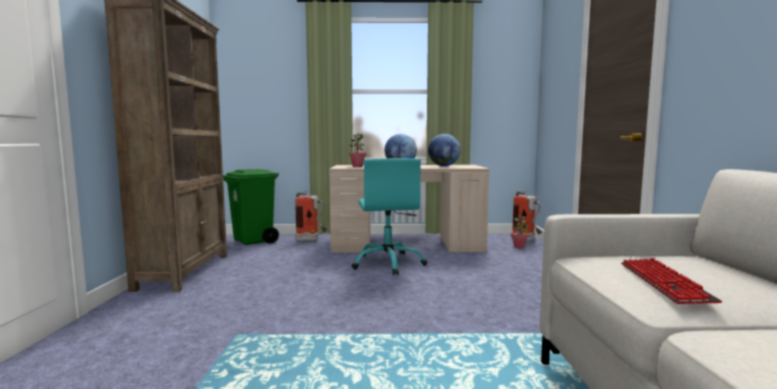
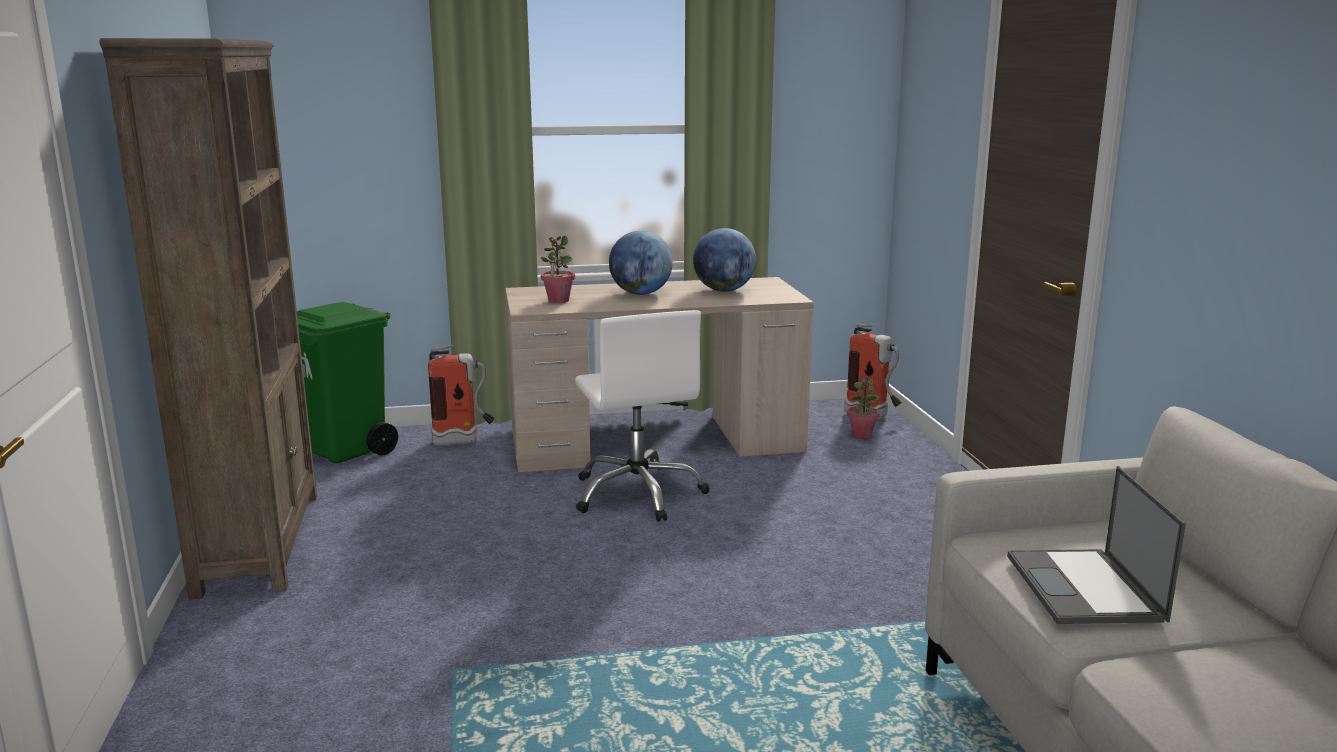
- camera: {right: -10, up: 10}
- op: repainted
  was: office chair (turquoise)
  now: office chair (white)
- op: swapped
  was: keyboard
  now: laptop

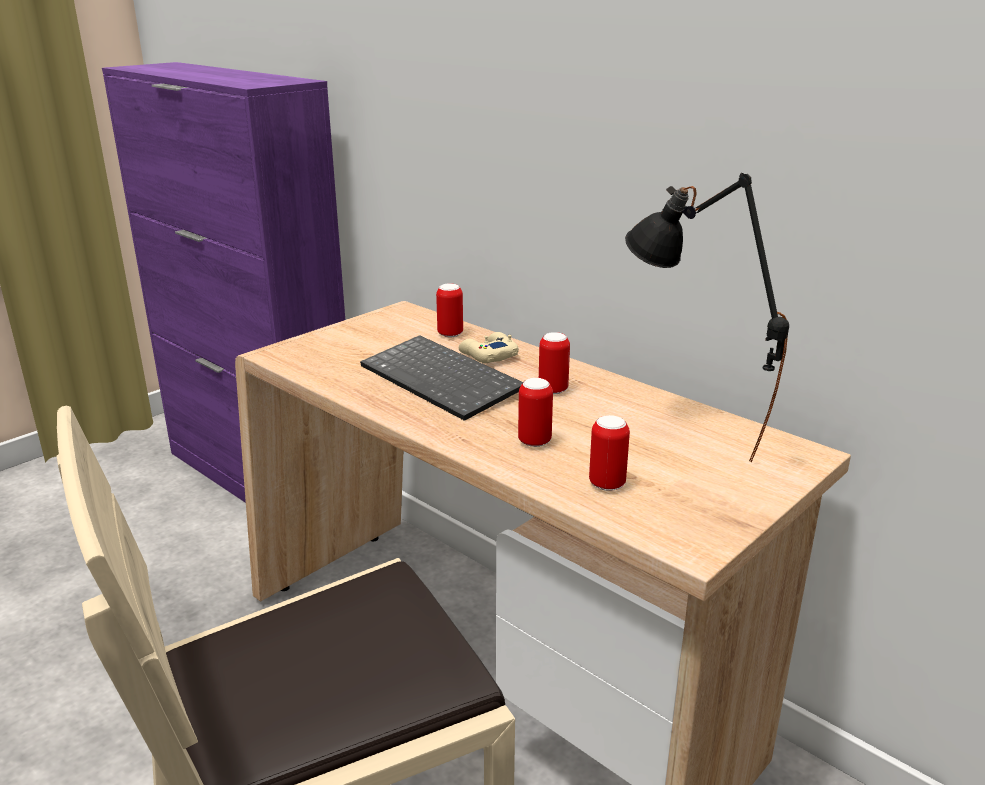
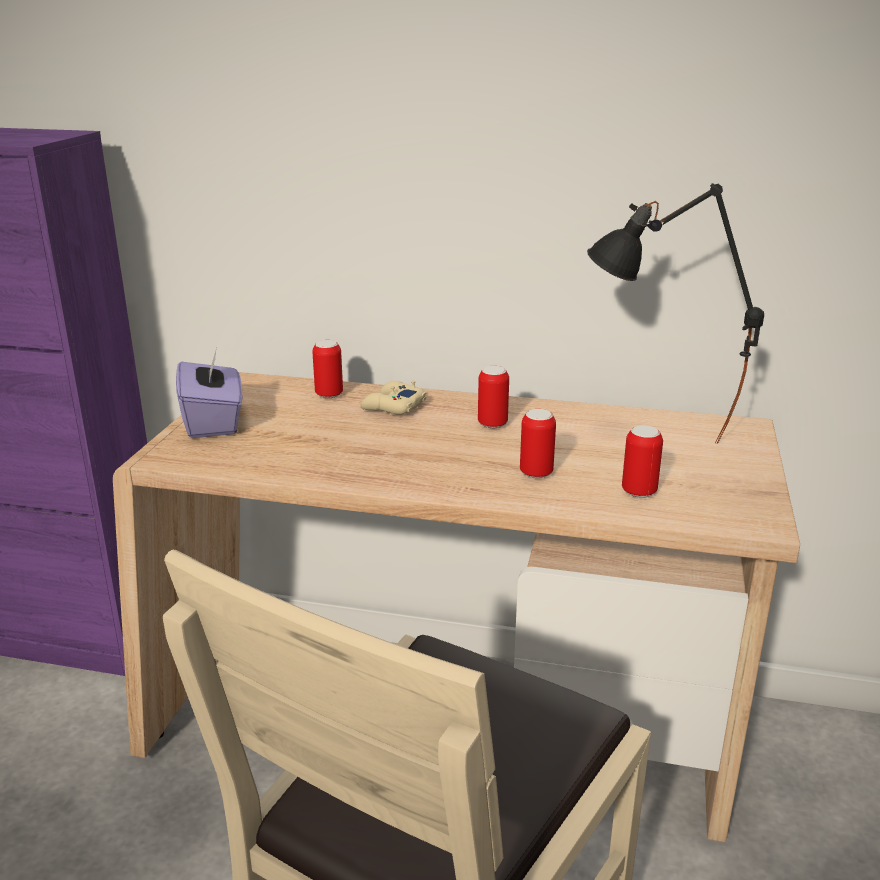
- camera: {right: -30, up: 0}
- op: gone
  was: keyboard
- op: new
  now: tissue box (purple)

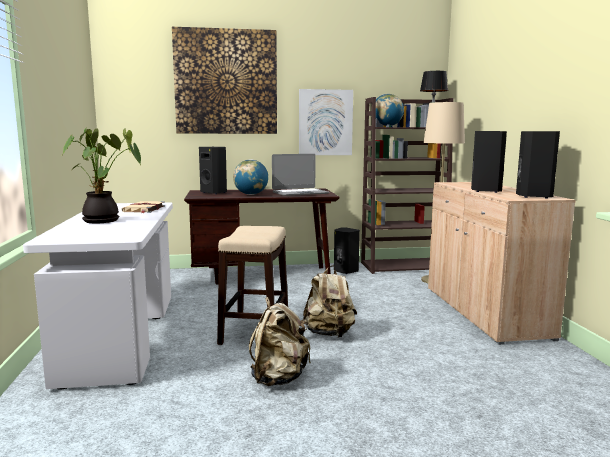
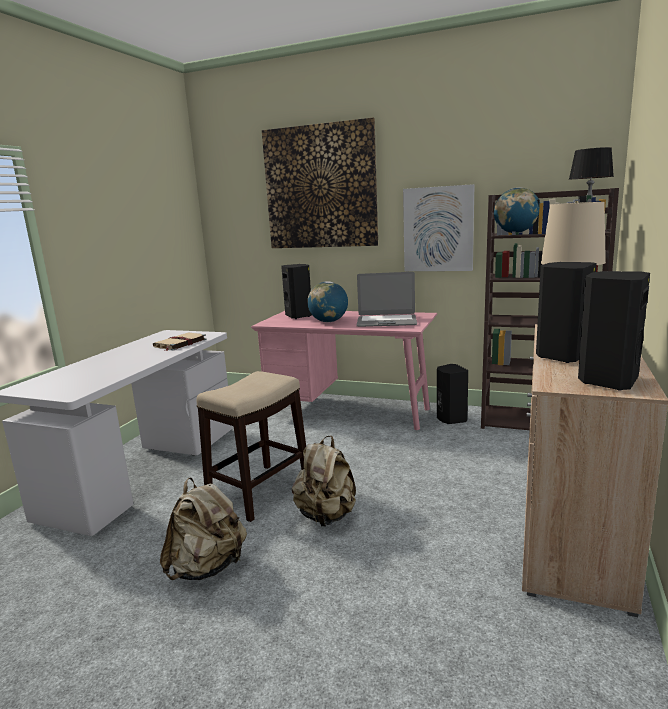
- camera: {right: 30, up: 5}
- op: gone
  was: potted plant
- op: repainted
  was: desk (brown)
  now: desk (pink)

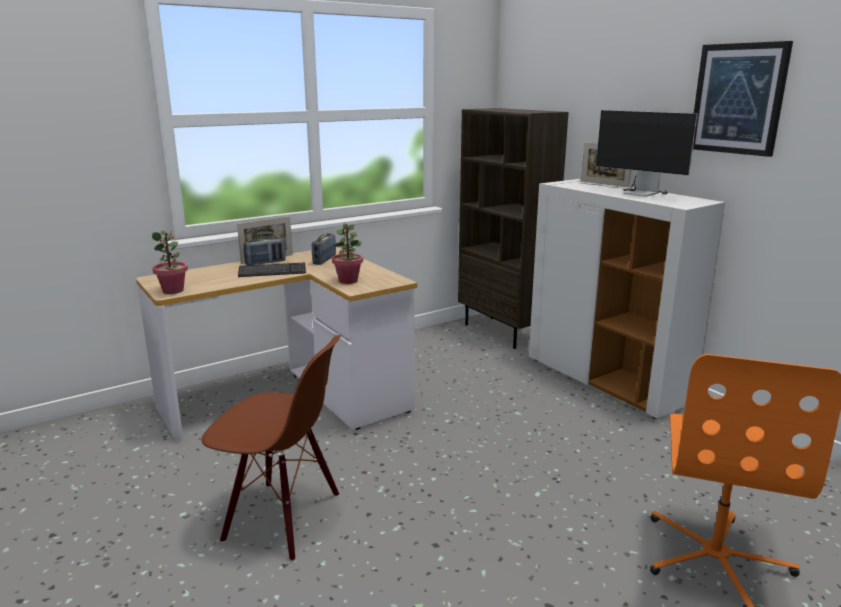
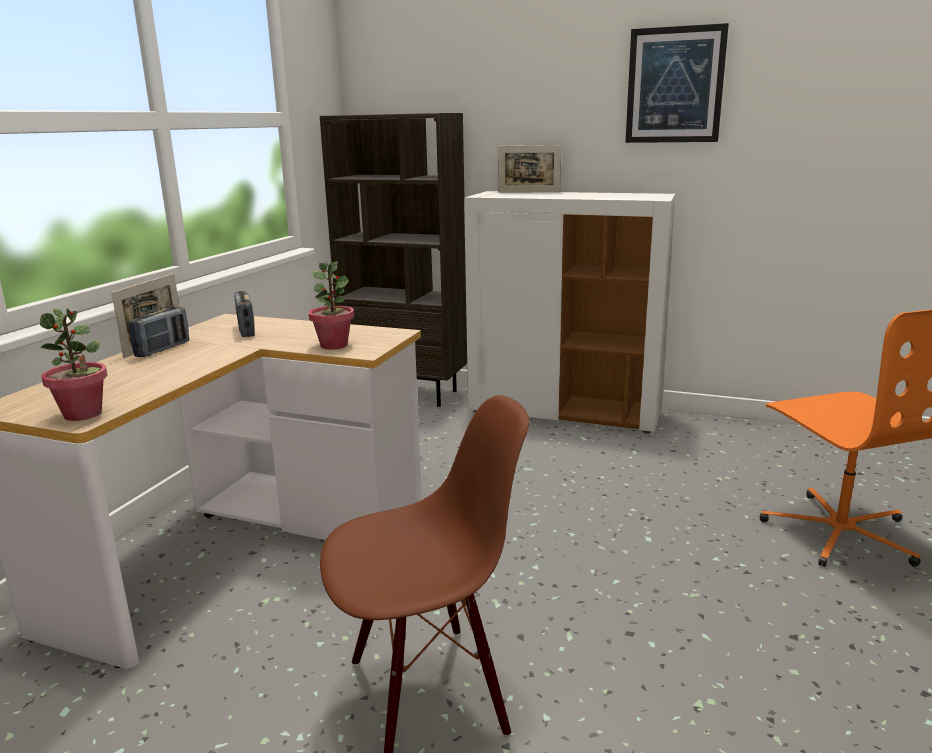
- camera: {right: -35, up: 0}
- op: gone
  was: keyboard
- op: gone
  was: monitor

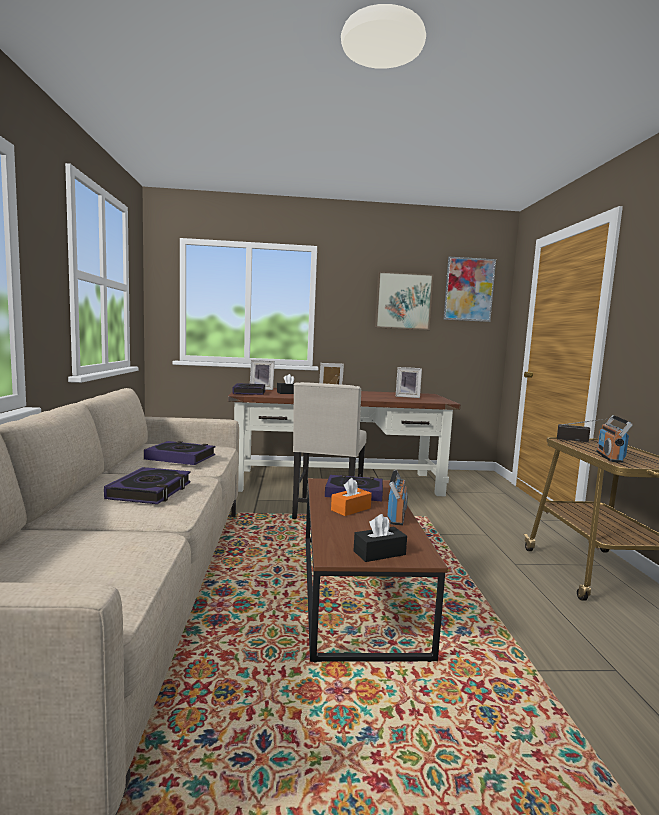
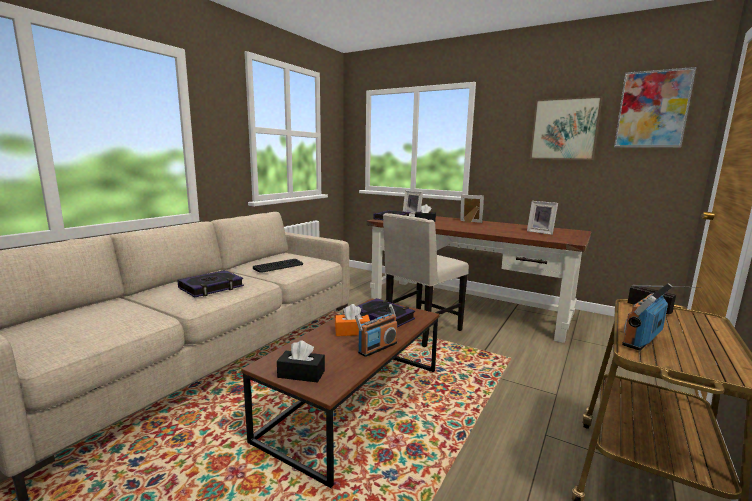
- camera: {right: 35, up: 5}
- op: swapped
  was: book (no. 2 from left)
  now: keyboard

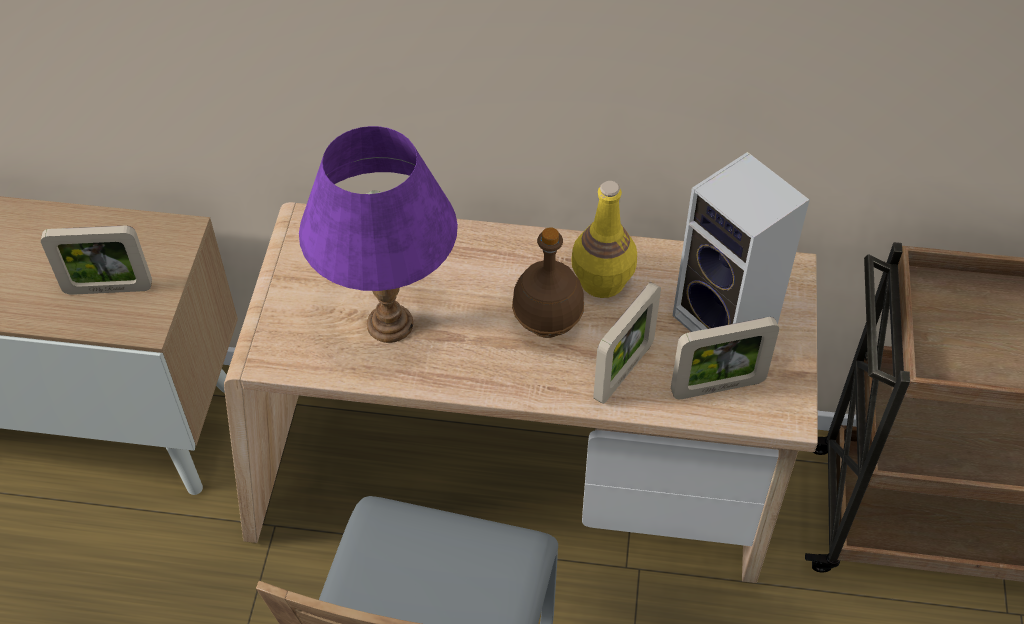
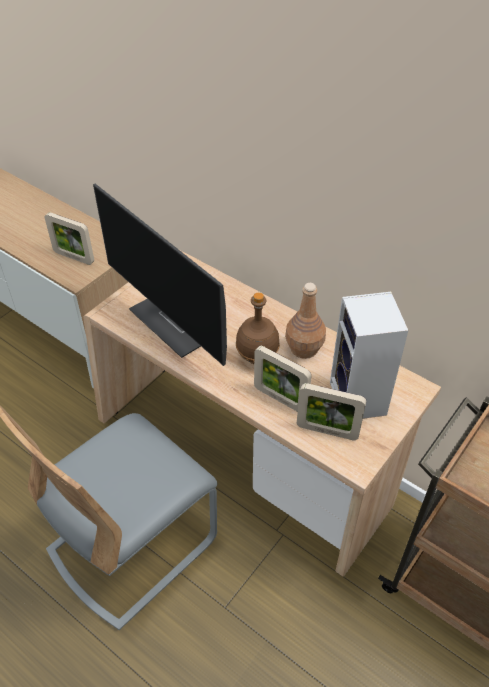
- camera: {right: 30, up: -5}
- op: swapped
  was: table lamp (purple)
  now: monitor
- op: repainted
  was: bottle (yellow)
  now: bottle (brown) (no. 2 from left)
- op: rotated
  was: picture frame (no. 2 from left)
  clockwise: 60

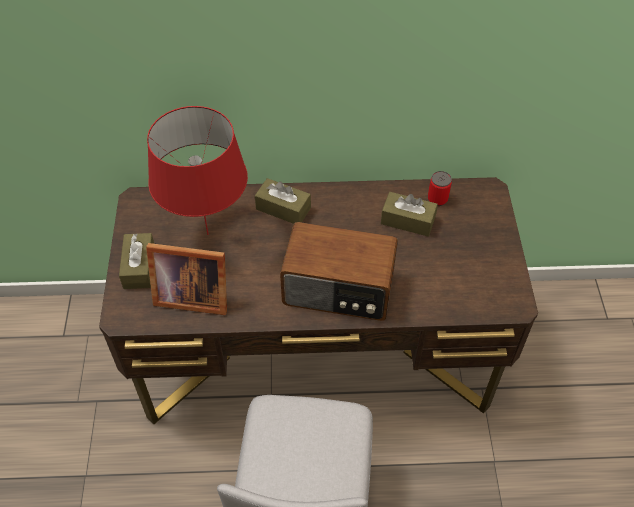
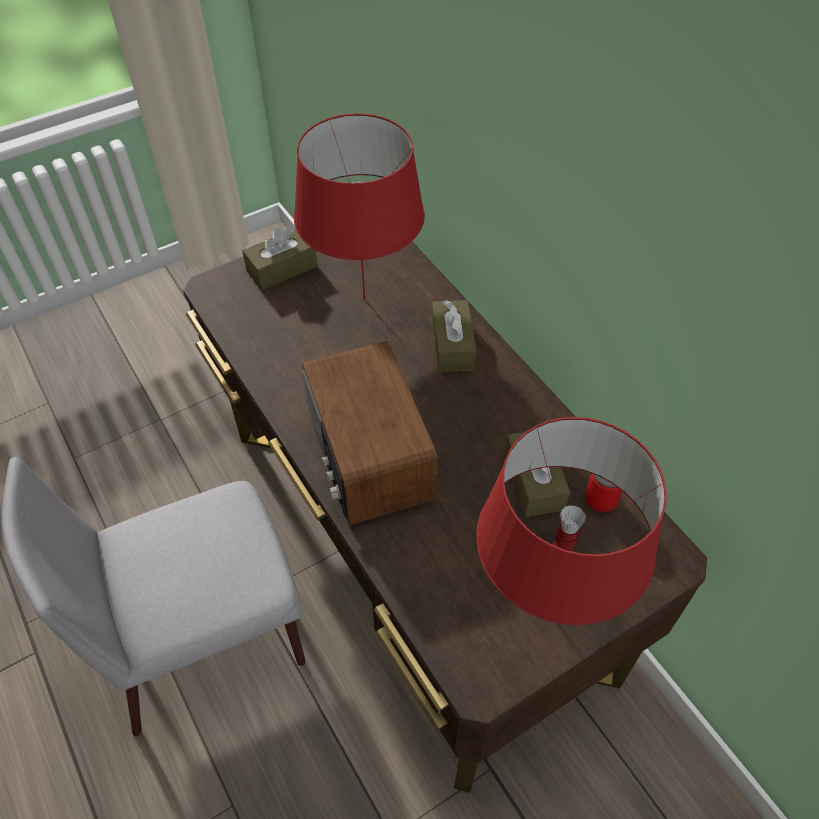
- camera: {right: 60, up: 0}
- op: gone
  was: picture frame
- op: new
  now: table lamp (red) (no. 2 from left)

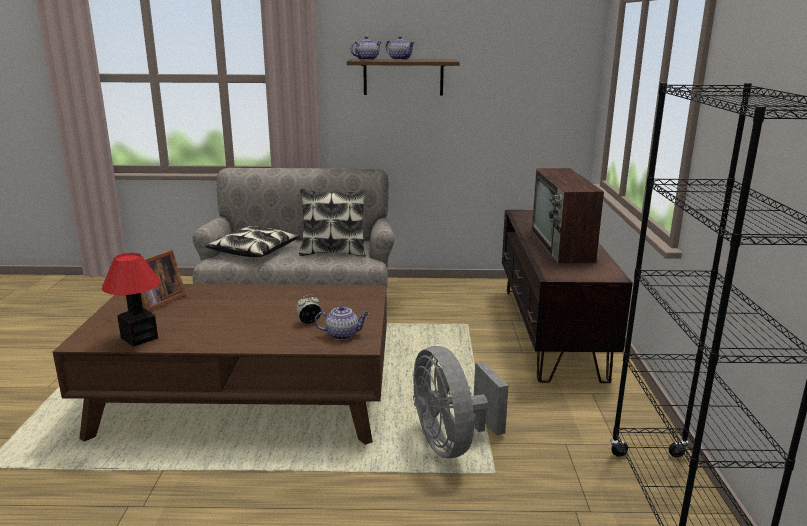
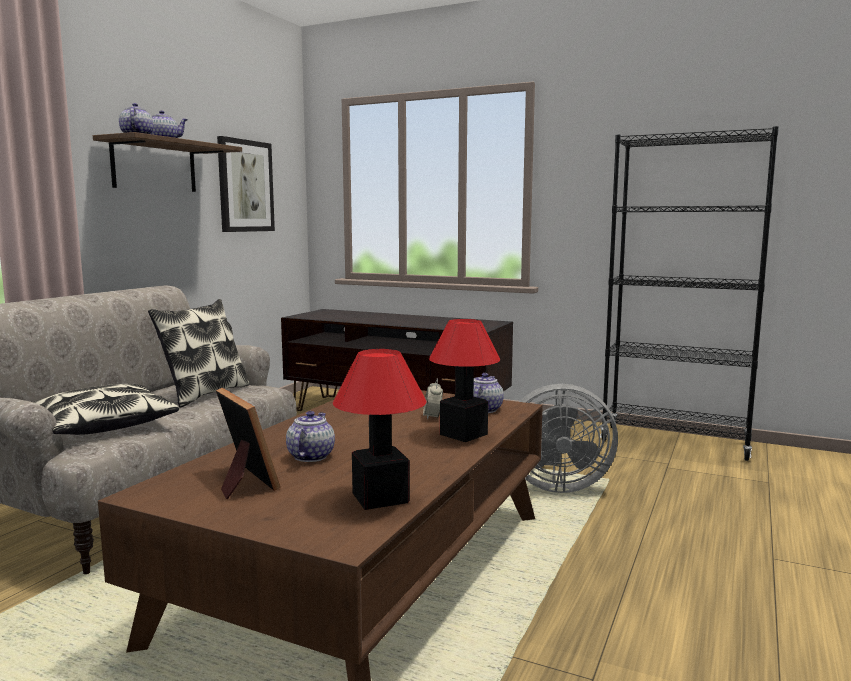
- camera: {right: -65, up: -10}
- op: gone
  was: television
- op: new
  now: picture
- op: new
  now: teapot (no. 3 from left)
- op: new
  now: table lamp (no. 2 from left)

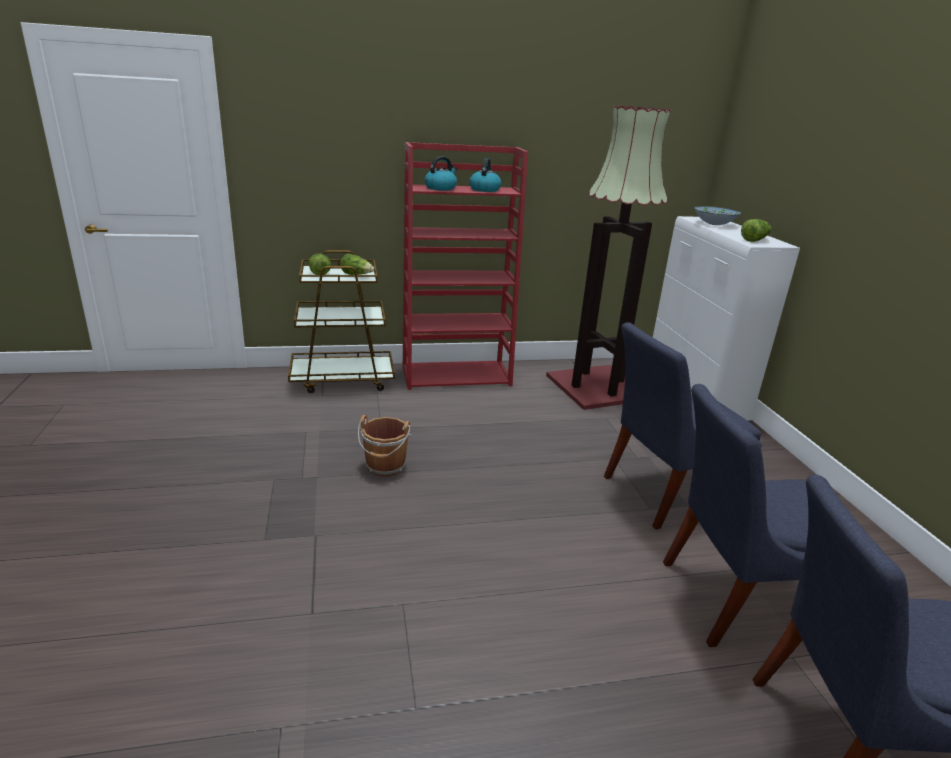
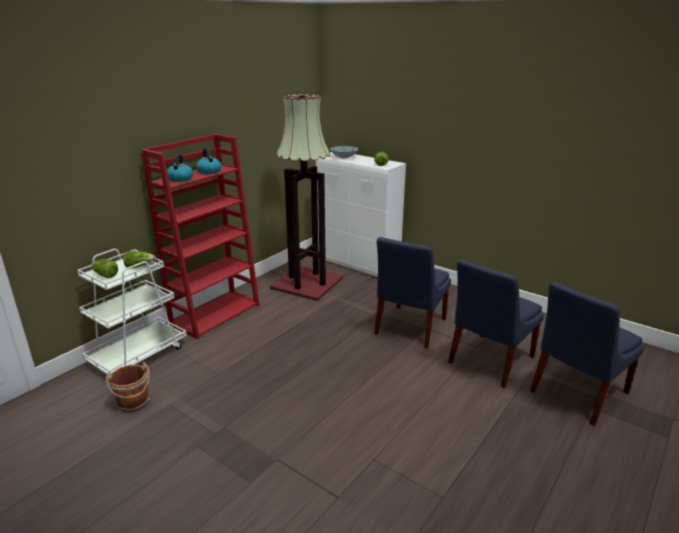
- camera: {right: -40, up: 0}
- op: repainted
  was: cart (brown)
  now: cart (white)
- op: shifted
  was: bucket (brown)

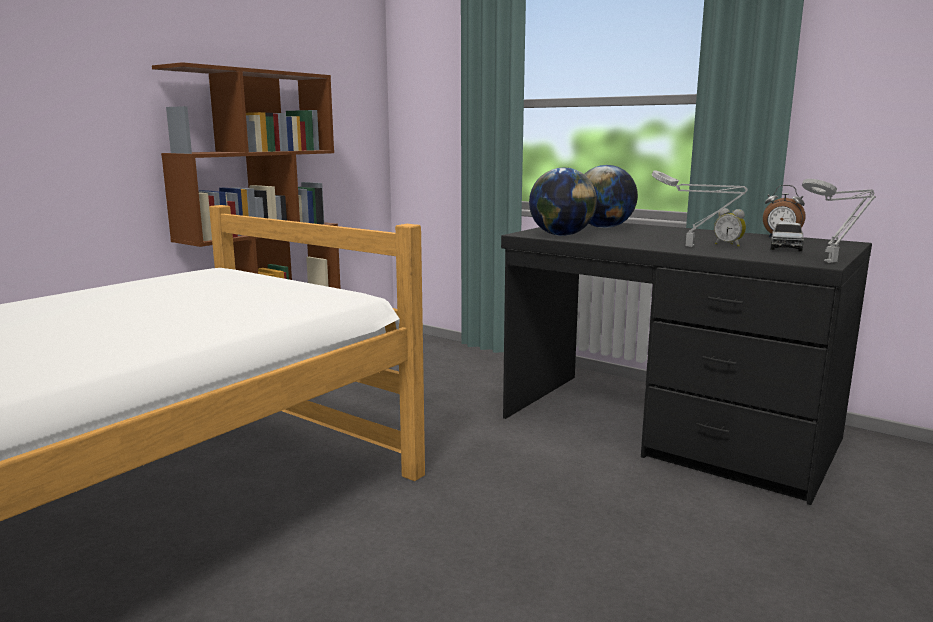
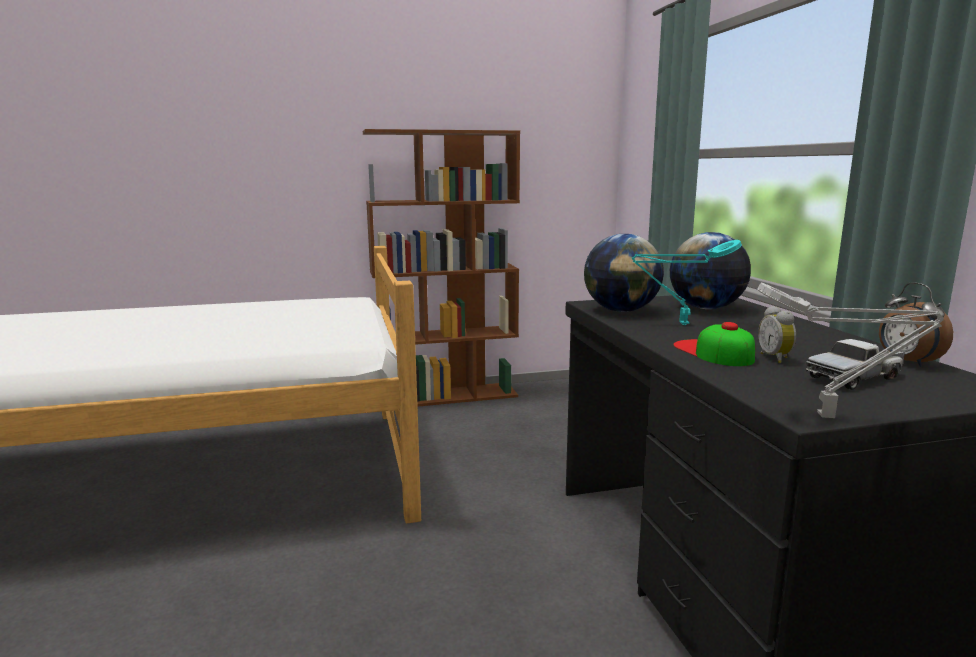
- camera: {right: 40, up: 0}
- op: swapped
  was: table lamp (grey) (no. 1 from left)
  now: cap
- op: new
  now: table lamp (turquoise)

